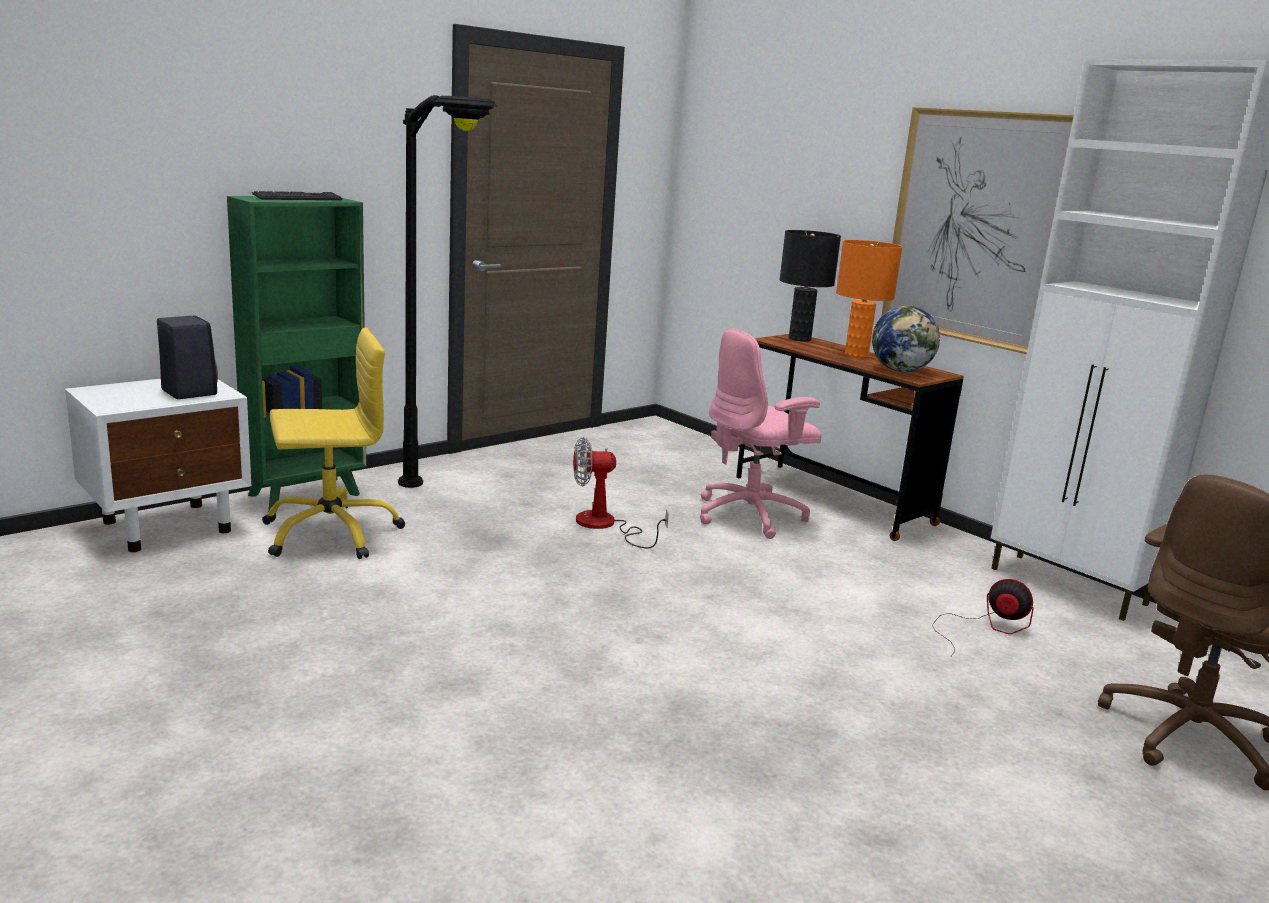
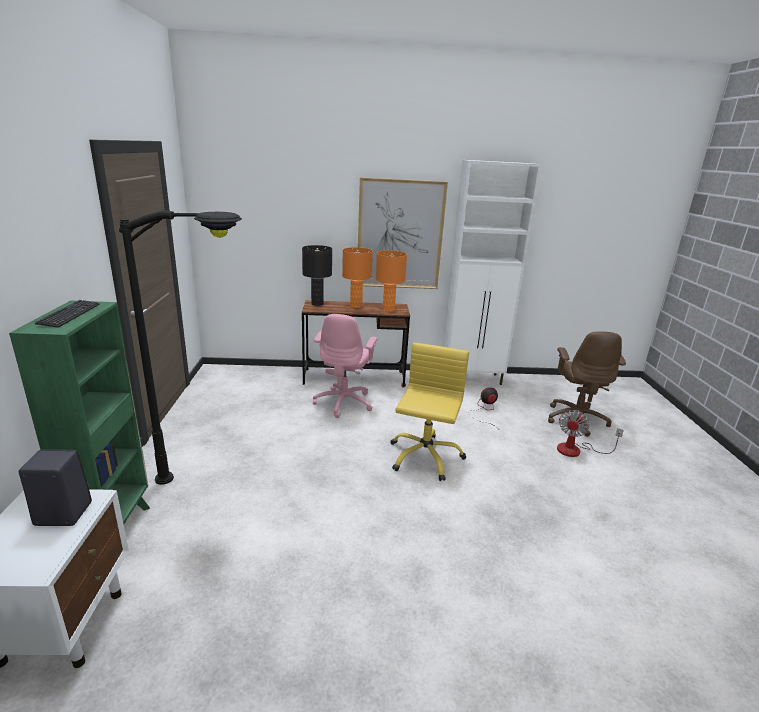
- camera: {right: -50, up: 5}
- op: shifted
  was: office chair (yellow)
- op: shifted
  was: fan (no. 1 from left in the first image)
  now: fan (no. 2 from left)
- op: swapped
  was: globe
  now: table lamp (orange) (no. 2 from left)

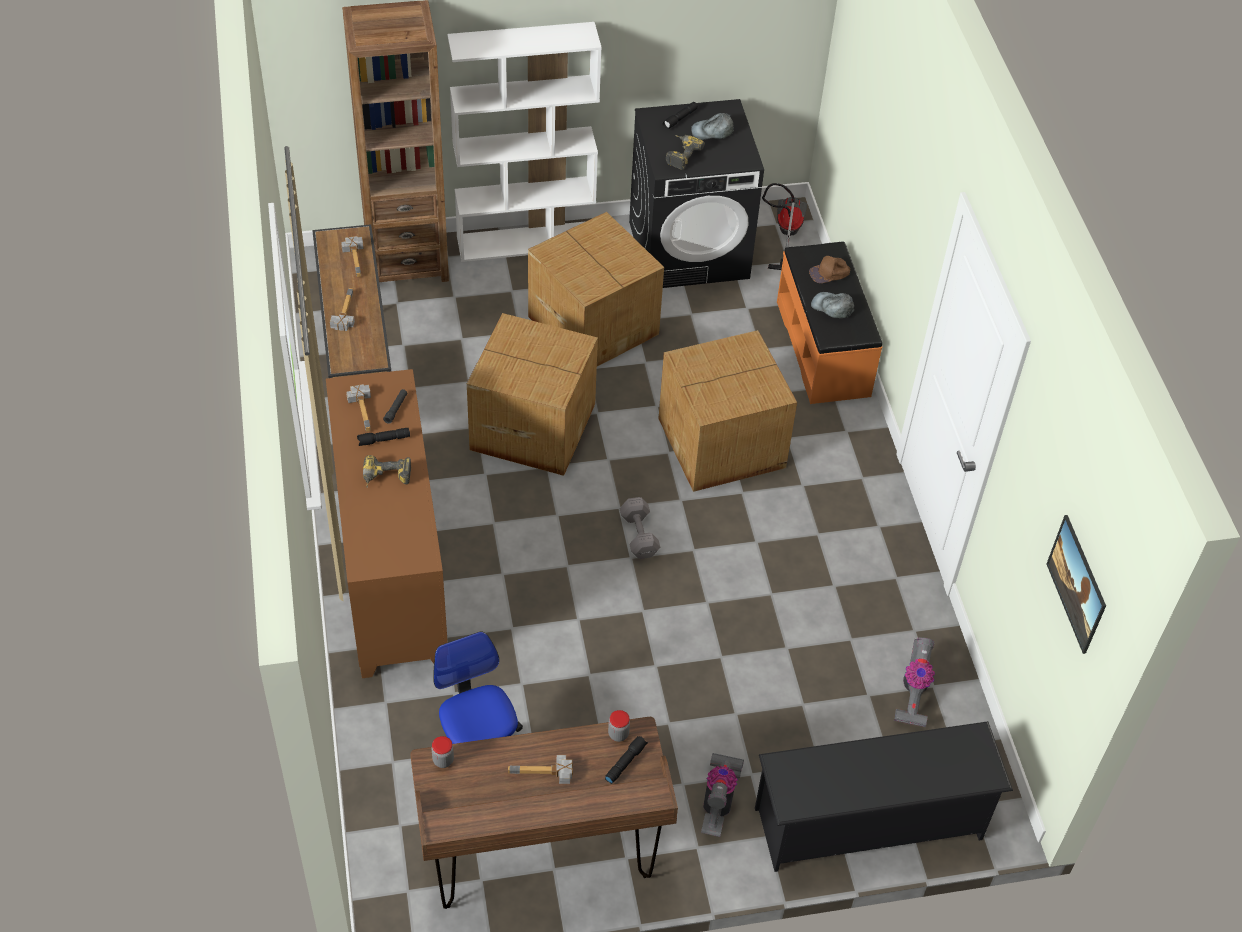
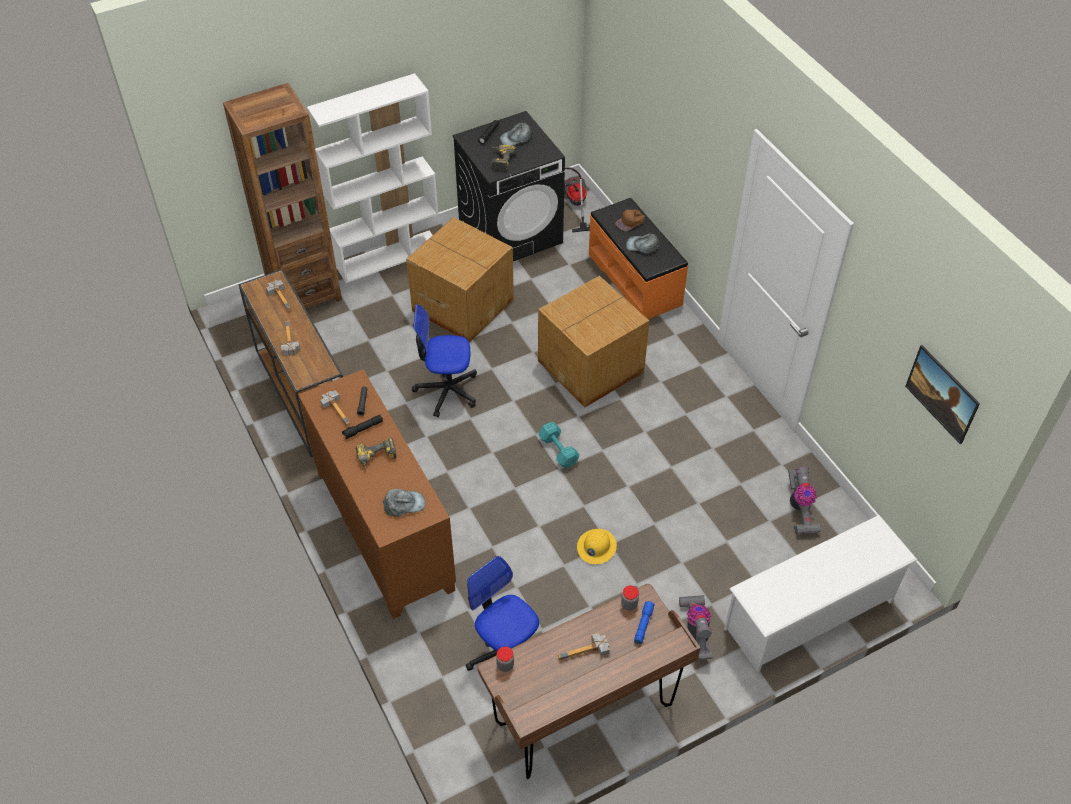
- camera: {right: -15, up: 0}
- op: swapped
  was: cardboard box (no. 1 from left)
  now: office chair (no. 1 from left)
- op: repainted
  was: flashlight (black) (no. 3 from left)
  now: flashlight (blue)
- op: repainted
  was: dumbbell (grey)
  now: dumbbell (turquoise)
- op: repainted
  was: shoe rack (black)
  now: shoe rack (white)
- op: new
  now: cap (grey) (no. 1 from left)
- op: new
  now: hard hat (yellow)

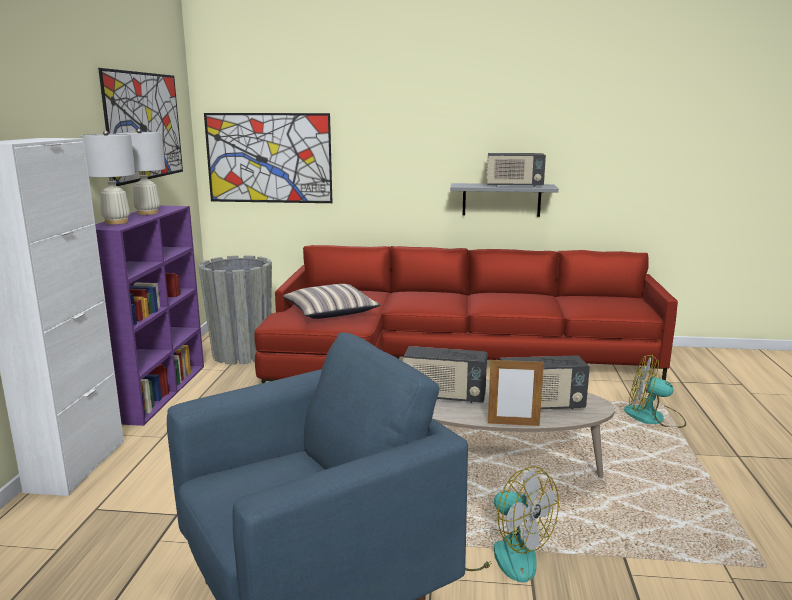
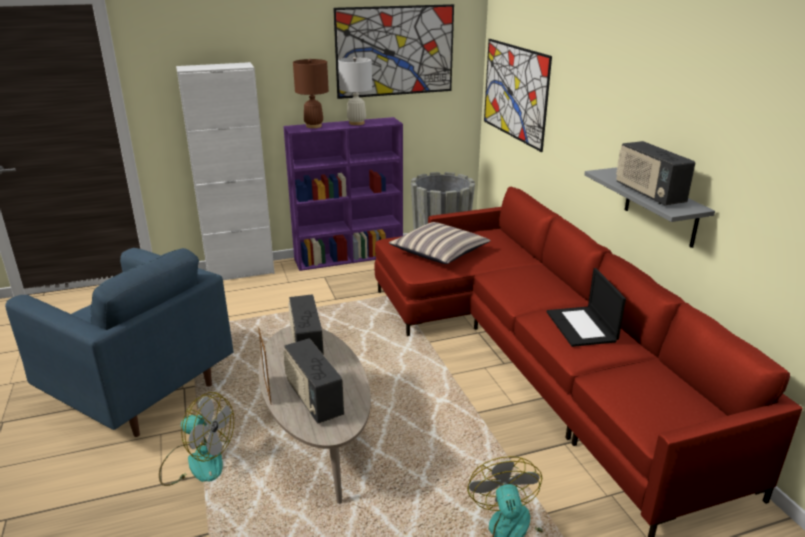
- camera: {right: 65, up: 10}
- op: repainted
  was: table lamp (white) (no. 1 from left)
  now: table lamp (brown)
- op: rotated
  was: fan (no. 1 from left)
  clockwise: -90
- op: new
  now: laptop

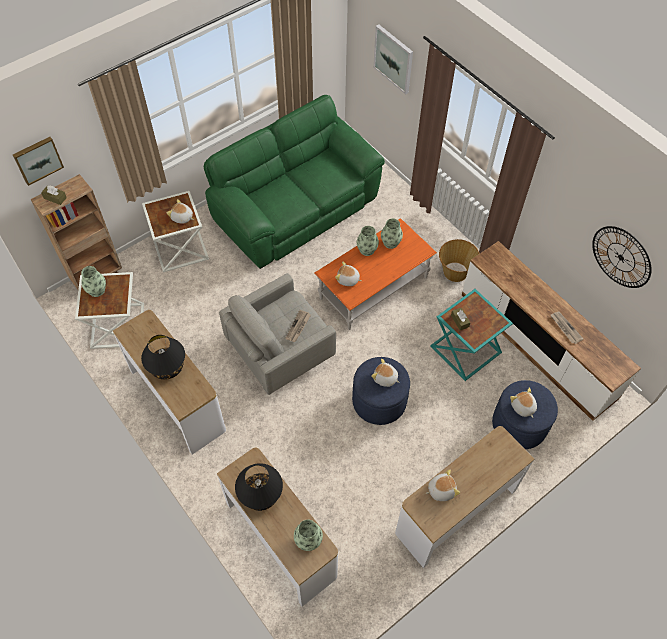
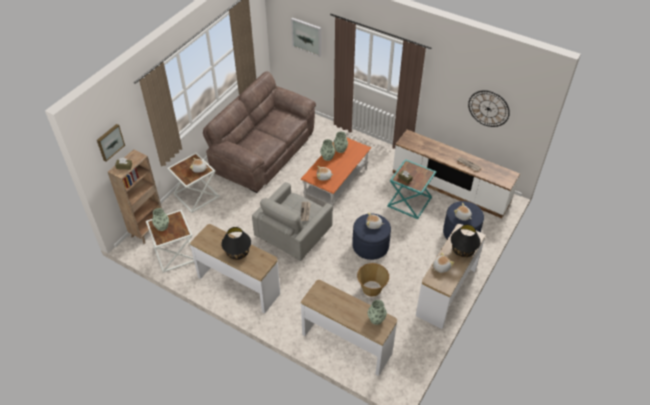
- camera: {right: -20, up: -10}
- op: repainted
  was: sofa (green)
  now: sofa (brown)
- op: shifted
  was: table lamp (black) (no. 2 from left)
- op: shifted
  was: basket

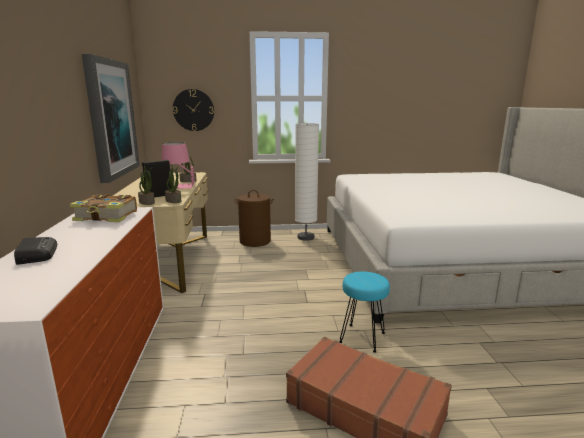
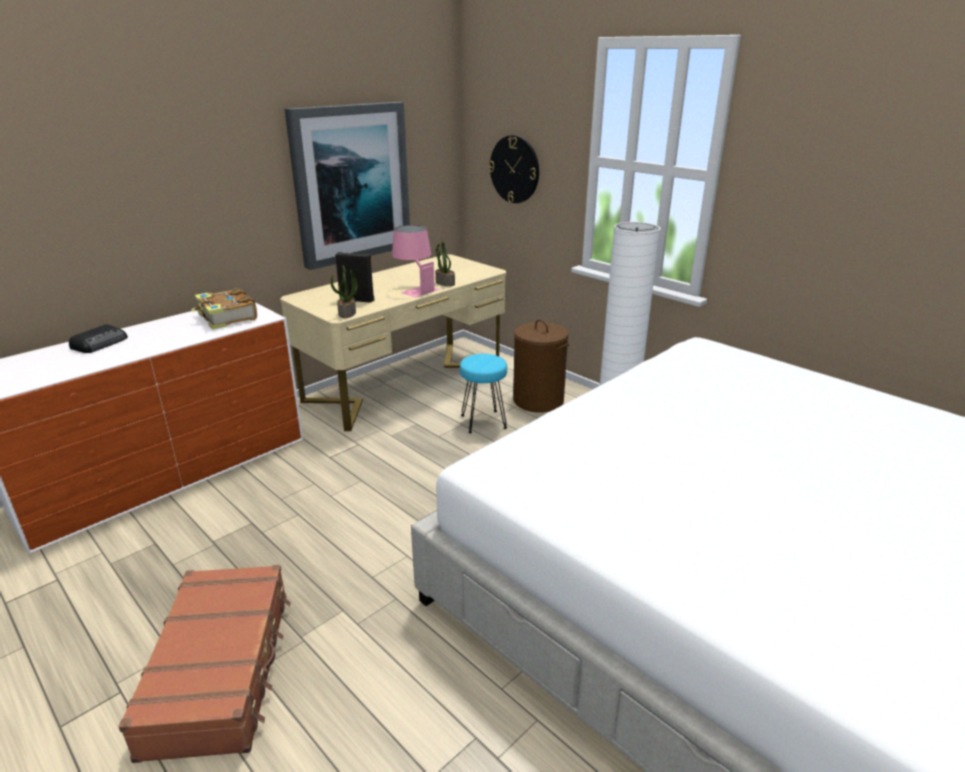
- camera: {right: 50, up: 10}
- op: gone
  was: potted plant (no. 1 from left)
- op: shifted
  was: stool (turquoise)

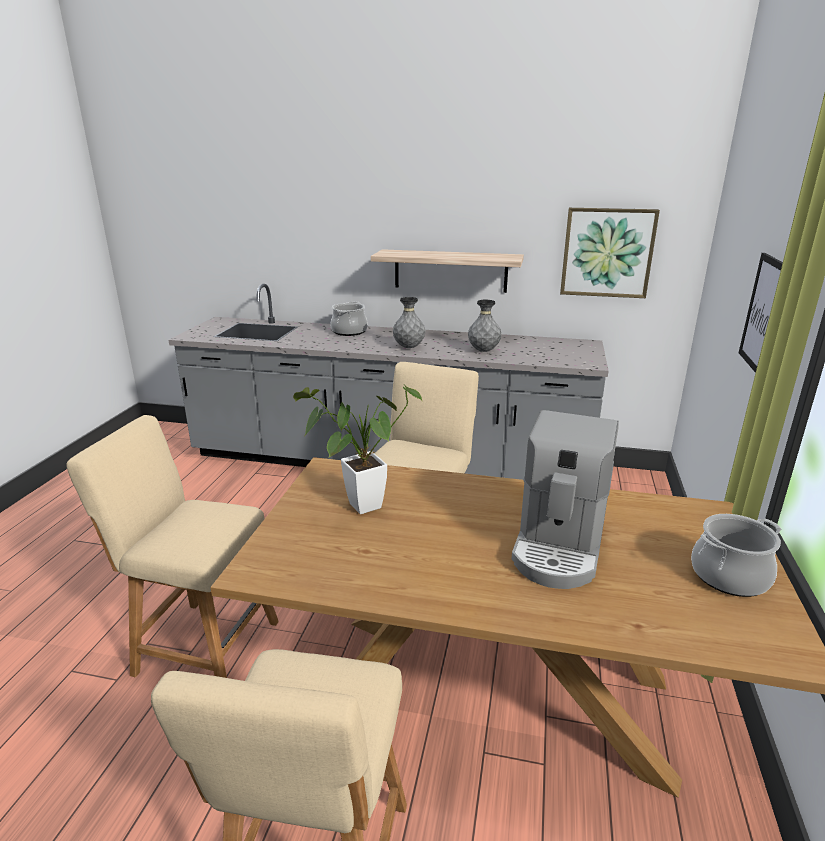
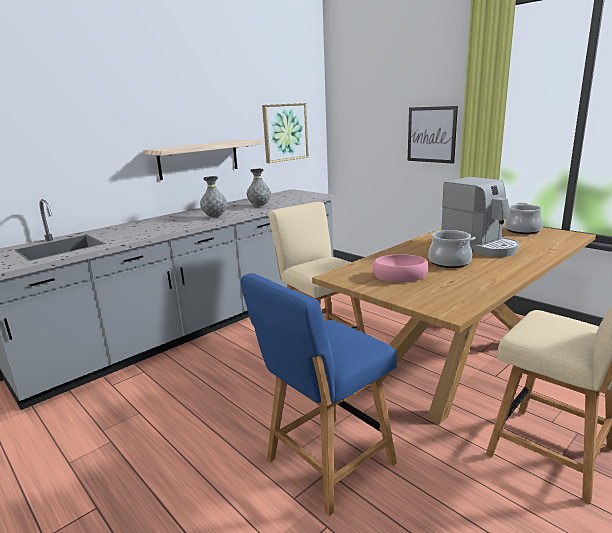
- camera: {right: -55, up: -5}
- op: repainted
  was: chair (beige) (no. 1 from left)
  now: chair (blue)
- op: swapped
  was: potted plant
  now: bowl (pink)
- op: shifted
  was: cooking pot (no. 1 from left)

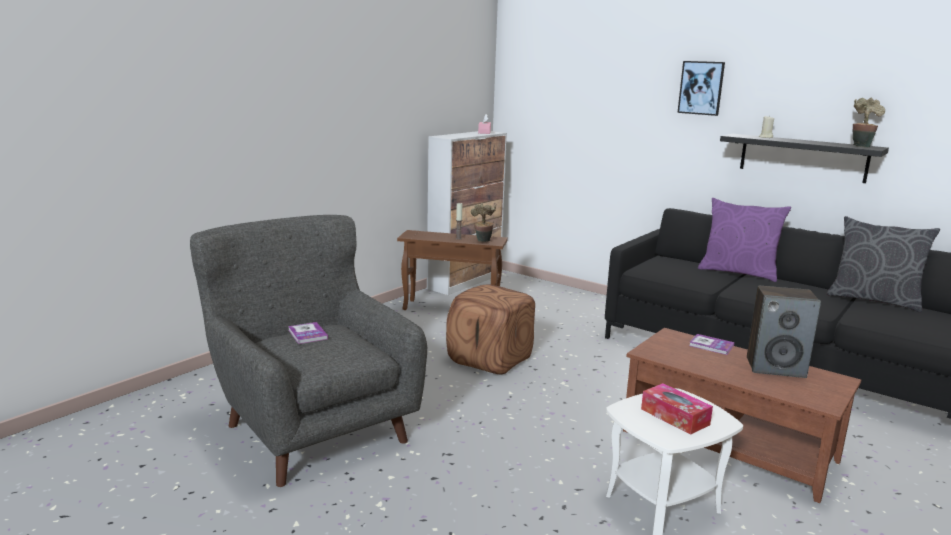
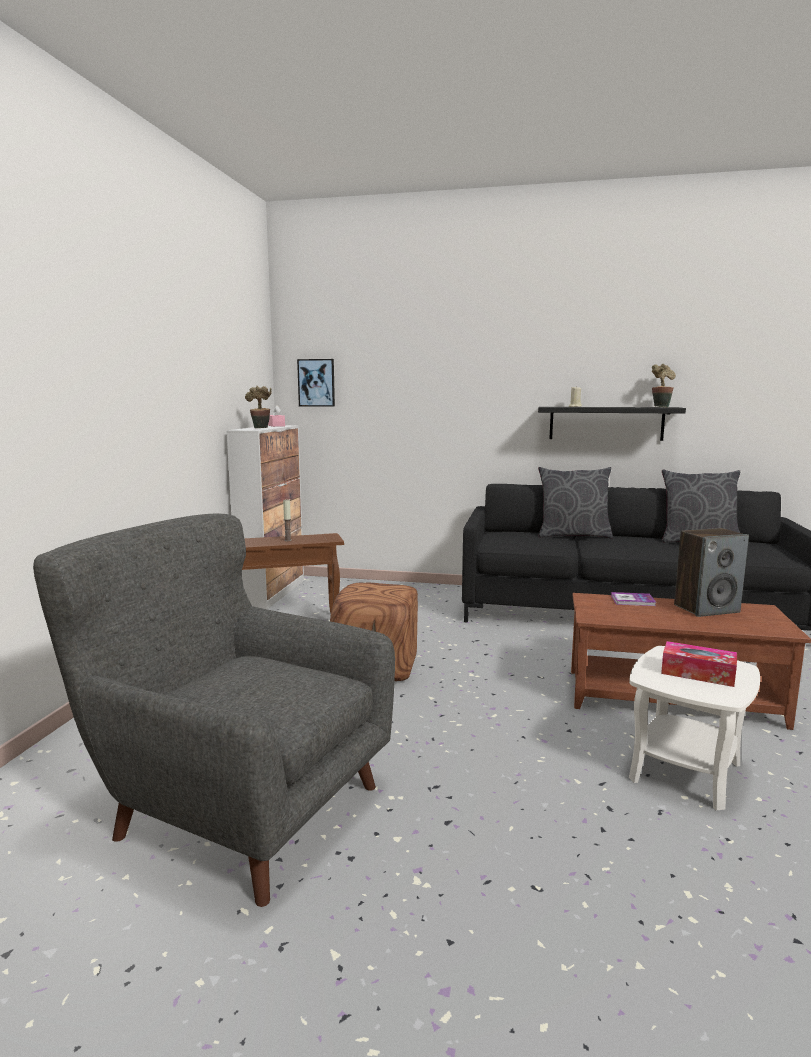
- camera: {right: -25, up: -5}
- op: gone
  was: book (no. 1 from left)
- op: shifted
  was: potted plant (no. 1 from left)
- op: shifted
  was: picture
- op: repainted
  was: pillow (purple)
  now: pillow (grey) (no. 1 from left)

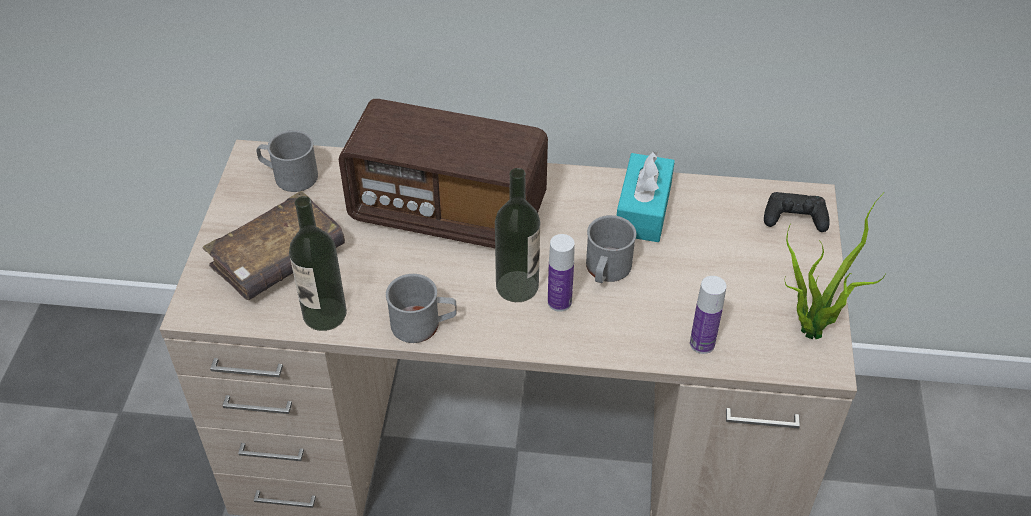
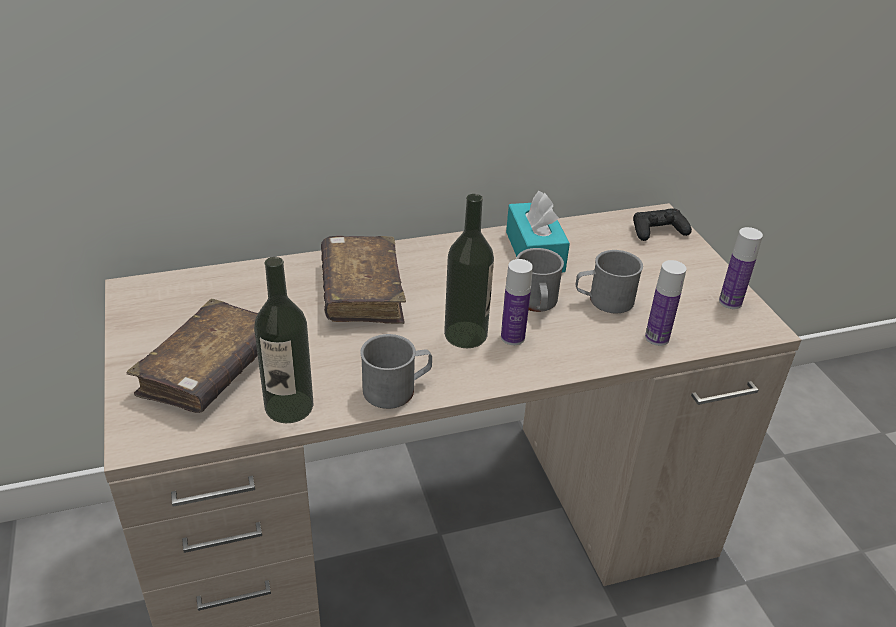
- camera: {right: -25, up: -10}
- op: shifted
  was: mug (grey) (no. 1 from left in the first image)
  now: mug (grey) (no. 3 from left)
- op: swapped
  was: radio
  now: book (brown) (no. 2 from left)
- op: swapped
  was: potted plant
  now: bottle (no. 5 from left)

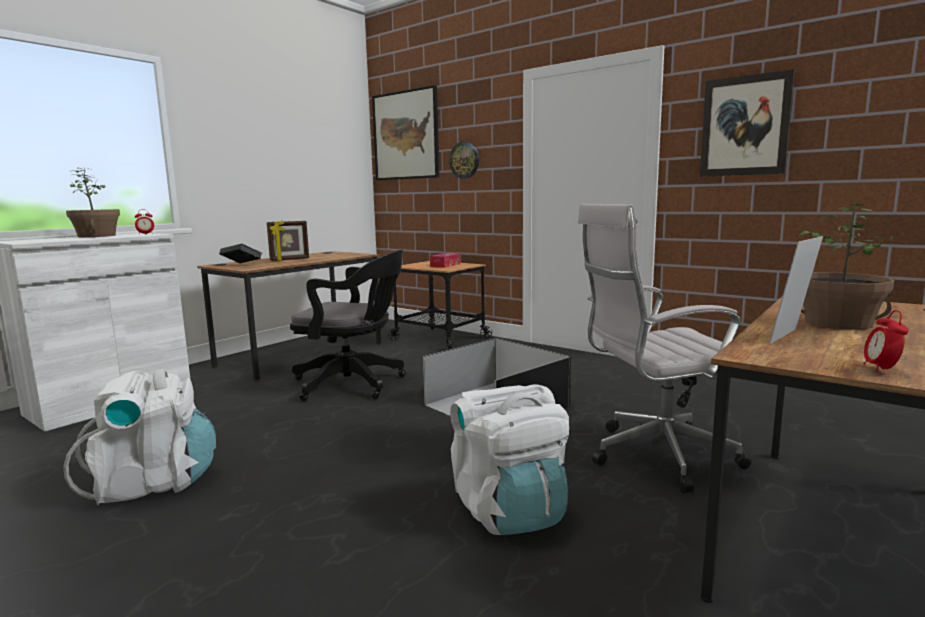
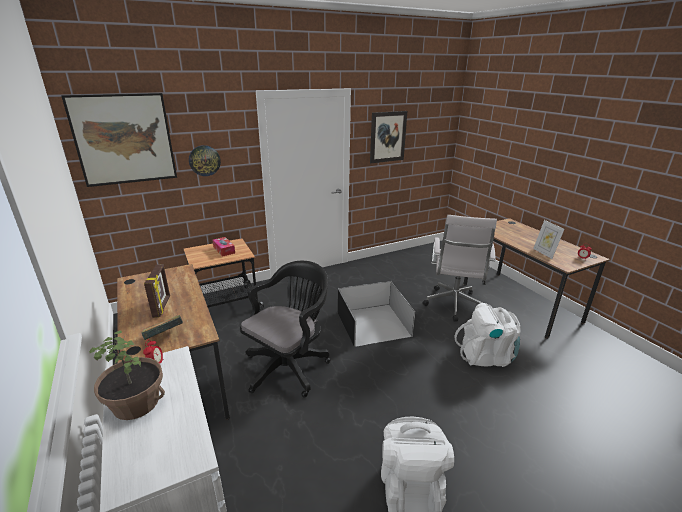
- camera: {right: -65, up: 15}
- op: gone
  was: potted plant (no. 2 from left)

